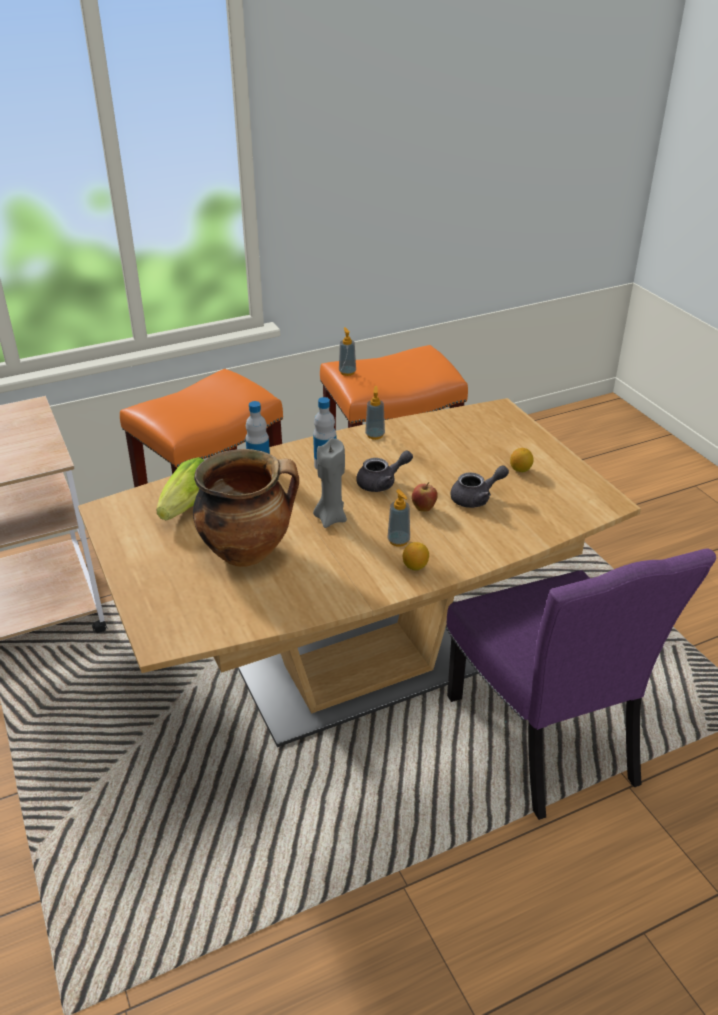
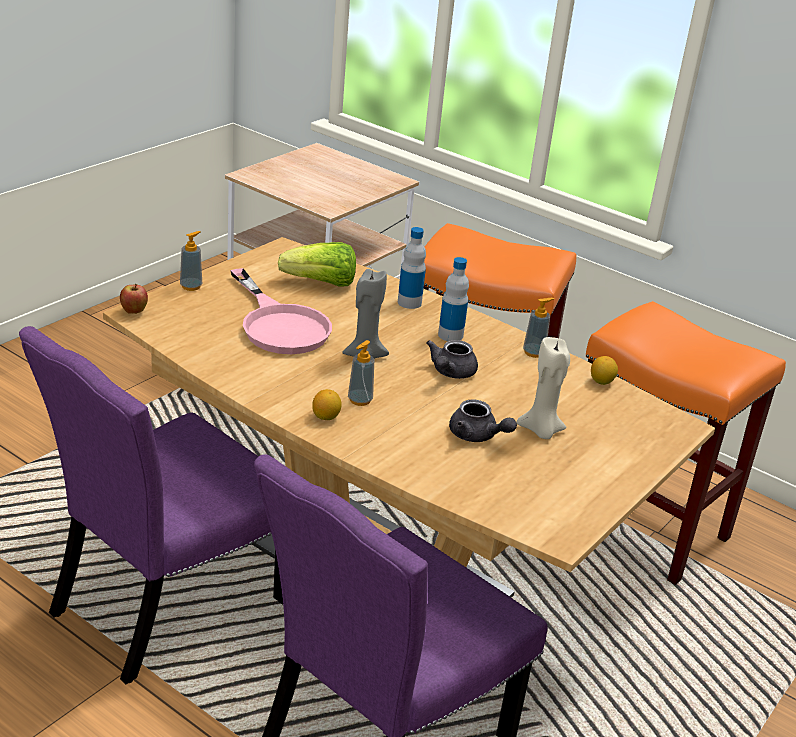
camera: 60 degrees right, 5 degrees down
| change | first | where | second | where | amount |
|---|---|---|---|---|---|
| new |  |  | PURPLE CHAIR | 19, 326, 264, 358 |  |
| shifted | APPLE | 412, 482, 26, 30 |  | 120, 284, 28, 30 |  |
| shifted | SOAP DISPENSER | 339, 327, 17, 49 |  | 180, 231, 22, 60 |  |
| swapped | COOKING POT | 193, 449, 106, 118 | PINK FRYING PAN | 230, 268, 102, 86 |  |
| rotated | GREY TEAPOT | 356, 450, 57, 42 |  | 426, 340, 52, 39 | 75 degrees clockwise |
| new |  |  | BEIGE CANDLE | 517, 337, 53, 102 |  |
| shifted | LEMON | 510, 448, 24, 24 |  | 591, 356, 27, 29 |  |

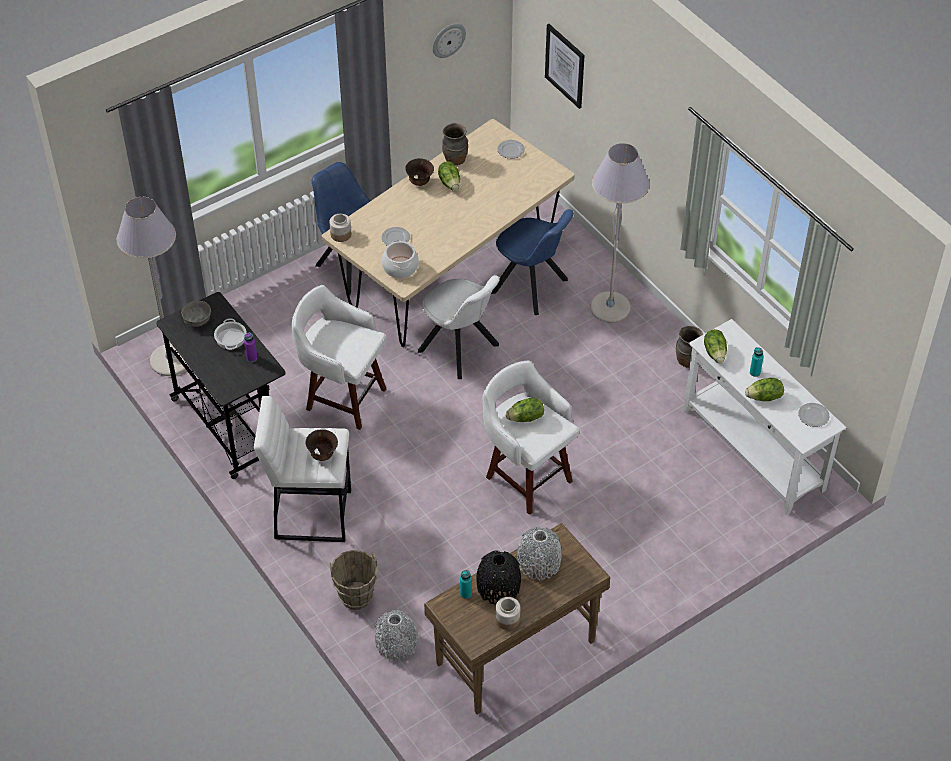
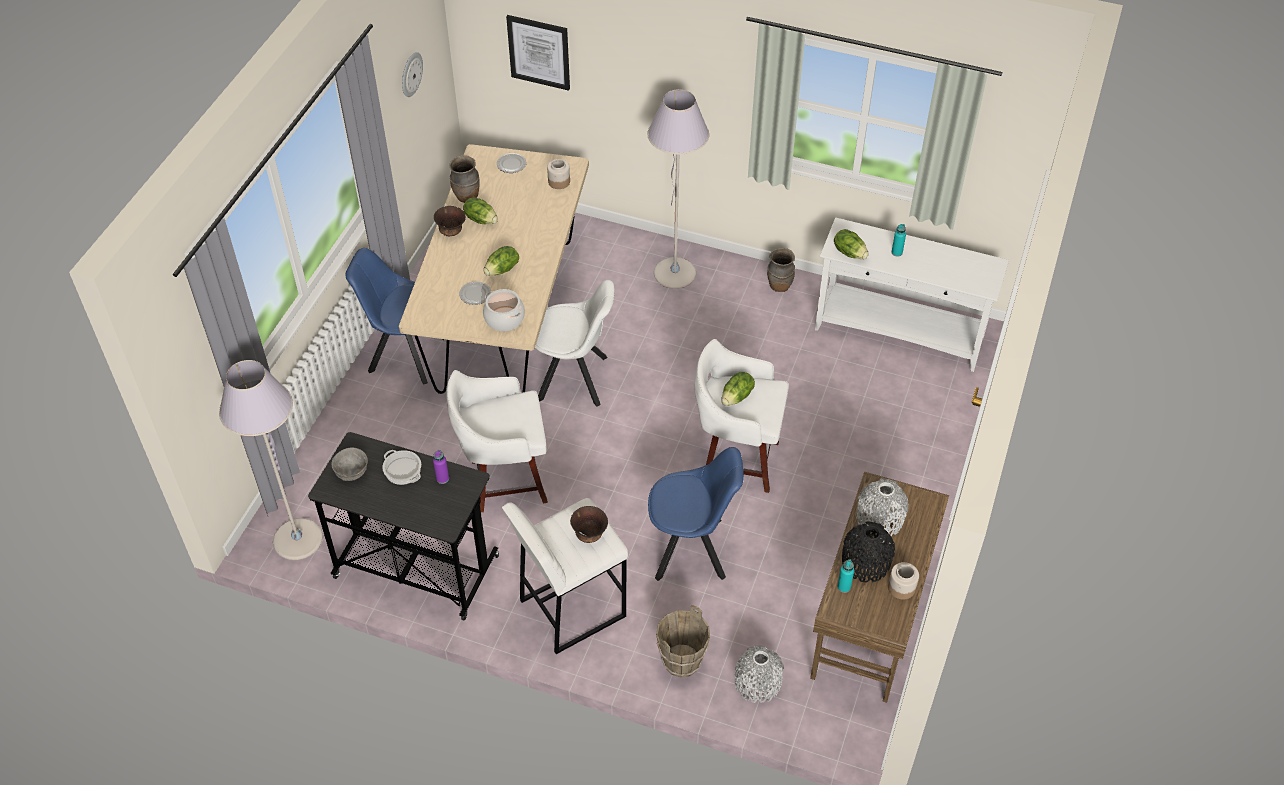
camera: 35 degrees left, 0 degrees up
| change | first | where | second | where | amount |
|---|---|---|---|---|---|
| shifted | LETTUCE | 745, 378, 39, 23 |  | 483, 246, 36, 30 |  |
| shifted | JAR | 330, 214, 21, 28 |  | 547, 159, 23, 30 |  |
| shifted | BLUE CHAIR | 491, 209, 83, 106 |  | 648, 447, 96, 134 |  |
| gone | PLATE | 798, 403, 32, 24 |  |  |  |

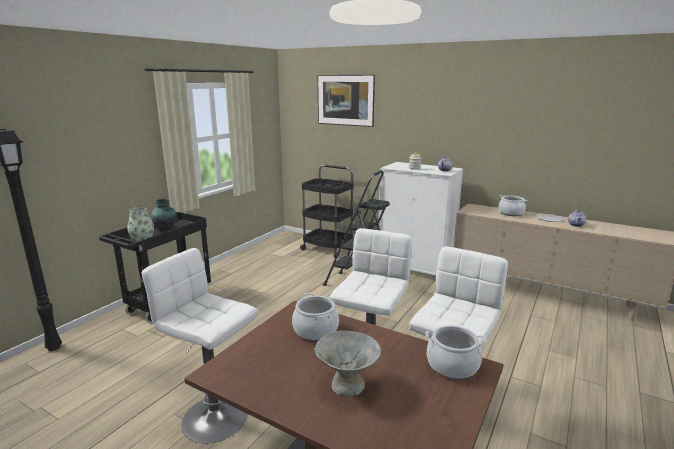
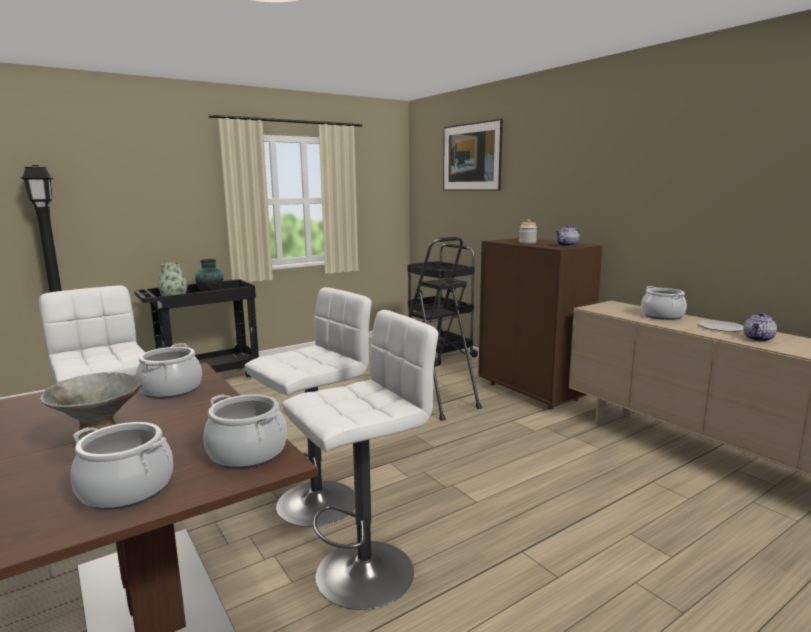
camera: 25 degrees right, 5 degrees down
| change | first | where | second | where | amount |
|---|---|---|---|---|---|
| new |  |  | COOKING POT | 71, 422, 102, 88 |  |
| repainted | WHITE CABINET | 378, 162, 85, 117 | BROWN CABINET | 478, 238, 125, 172 |  |

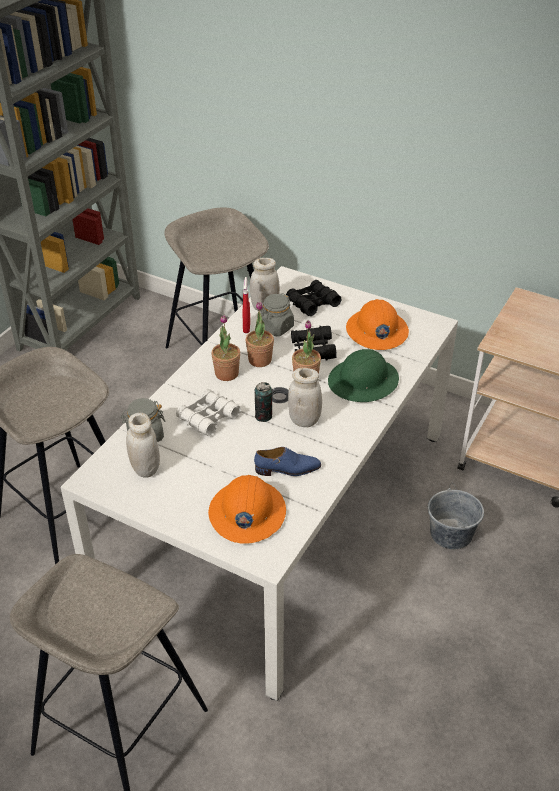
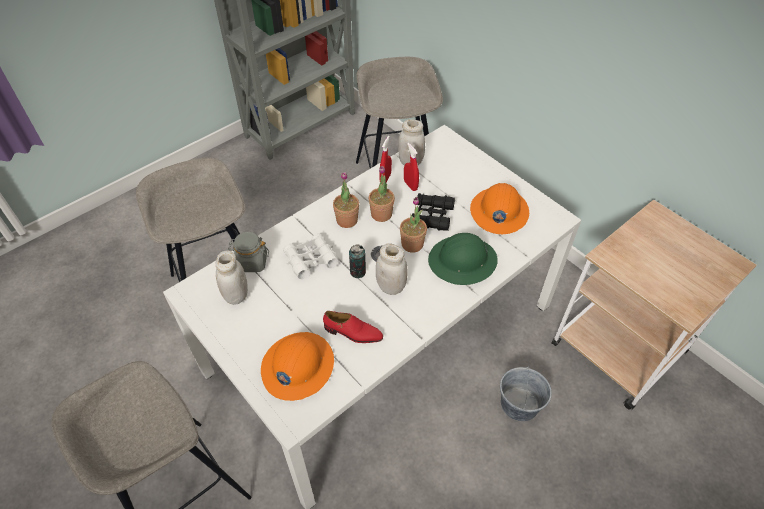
camera: 20 degrees right, 10 degrees up
| change | first | where | second | where | amount |
|---|---|---|---|---|---|
| repainted | BLUE SHOE | 254, 447, 67, 29 | RED SHOE | 323, 311, 60, 32 |  |
| swapped | GREY JAR | 261, 293, 33, 43 | RED SPRAY BOTTLE | 404, 143, 15, 48 |  |
| gone | BLACK BINOCULARS | 286, 280, 56, 36 |  |  |  |

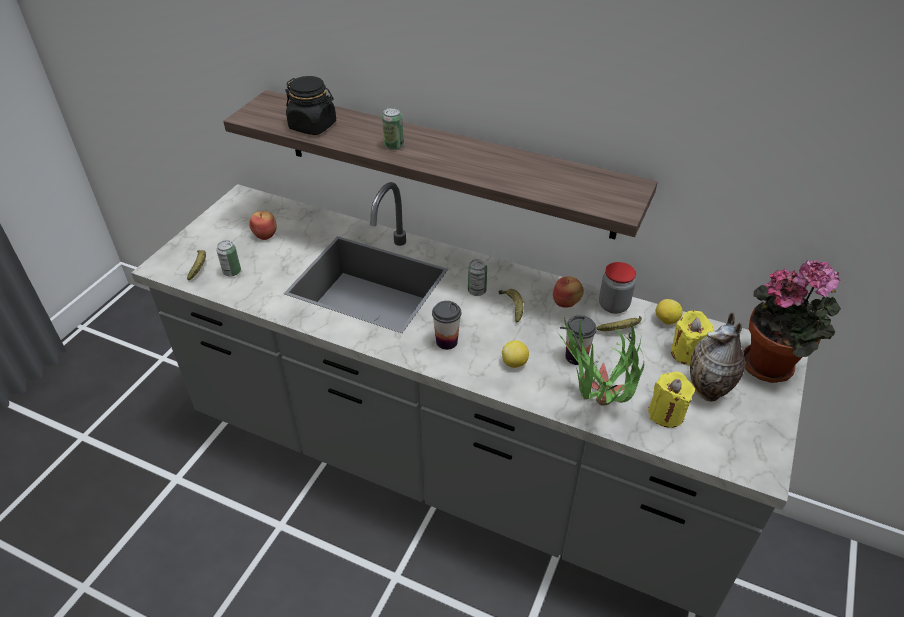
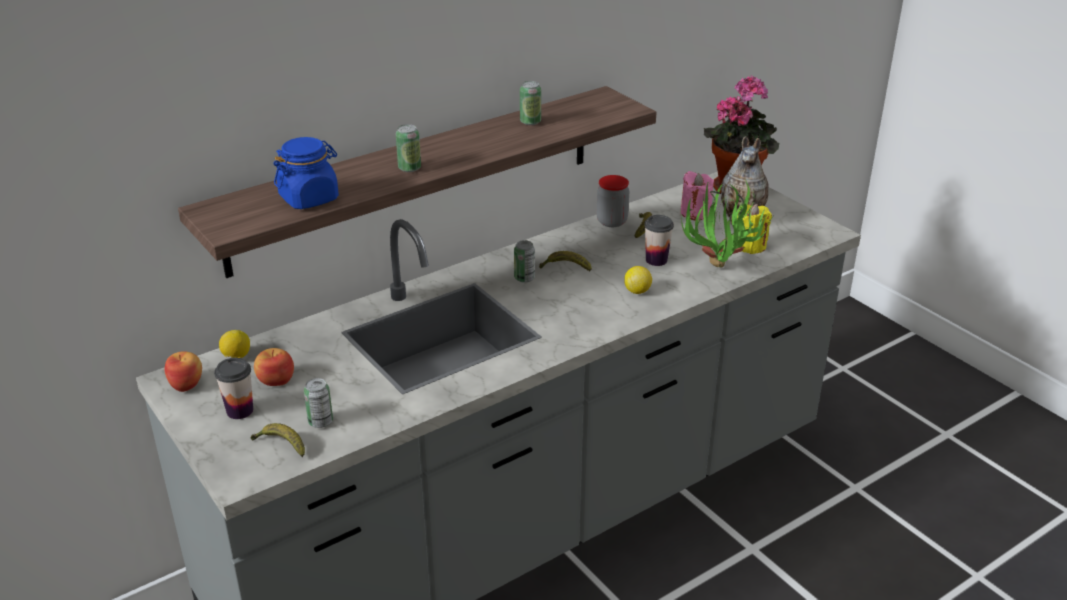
camera: 60 degrees left, 10 degrees down
| change | first | where | second | where | amount |
|---|---|---|---|---|---|
| shifted | APPLE | 553, 276, 31, 32 |  | 165, 351, 37, 41 |  |
| shifted | CUP | 432, 301, 29, 49 |  | 214, 358, 39, 61 |  |
| shifted | LEMON | 656, 299, 26, 26 |  | 219, 330, 31, 28 |  |
| repainted | BLACK JAR | 285, 76, 51, 59 | BLUE JAR | 273, 137, 66, 72 |  |
| new |  |  | CAN | 520, 81, 21, 44 |  |
| repainted | YELLOW CANDLE | 671, 310, 43, 55 | PINK CANDLE | 681, 171, 33, 49 |  |

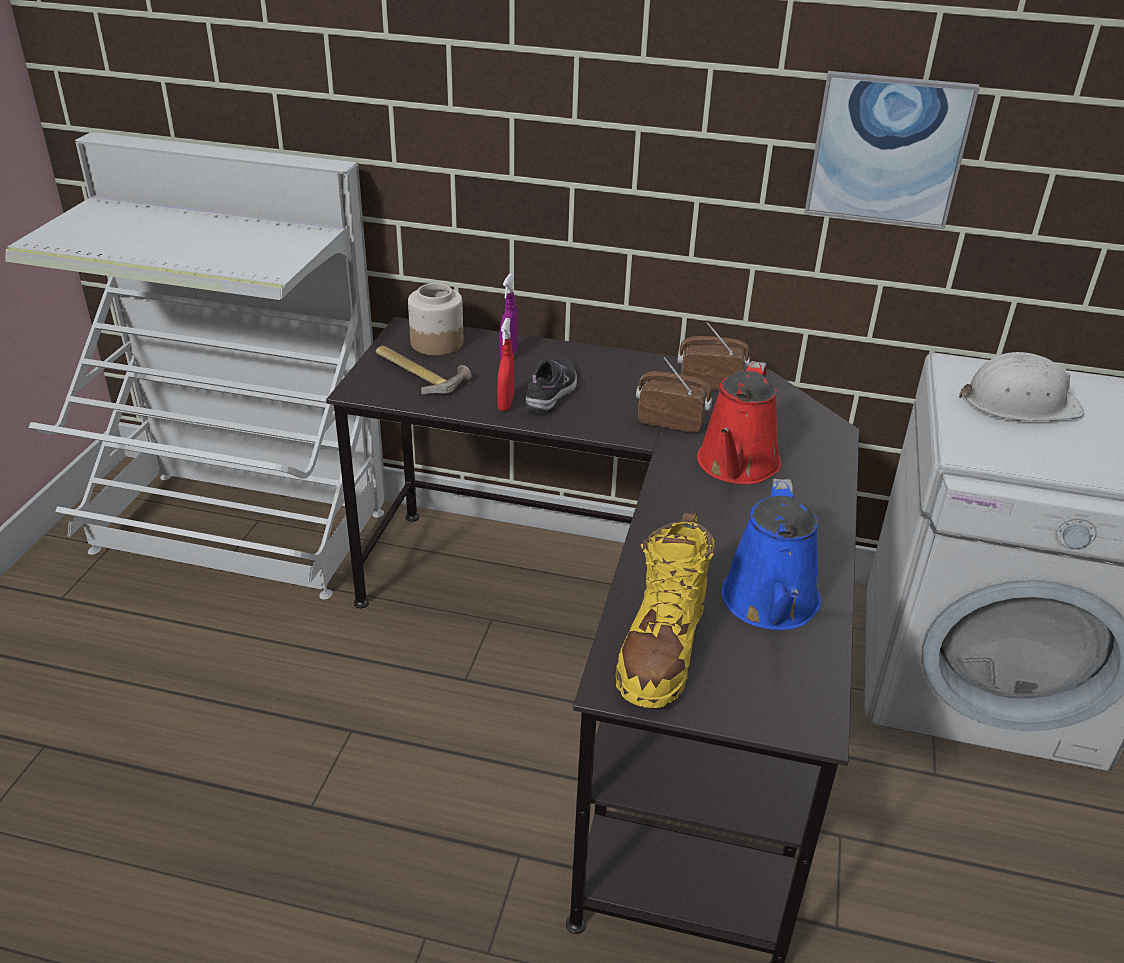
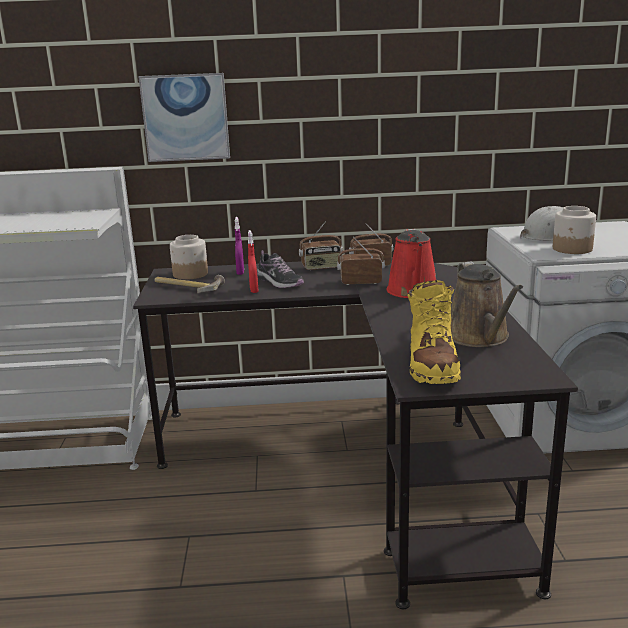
camera: 15 degrees left, 15 degrees down
| change | first | where | second | where | amount |
|---|---|---|---|---|---|
| shifted | PICTURE | 804, 71, 176, 158 |  | 138, 73, 92, 89 |  |
| rotated | SHOE | 525, 358, 52, 55 |  | 257, 250, 47, 38 | 135 degrees clockwise |
| new |  |  | RADIO | 299, 221, 44, 49 |  |
| repainted | BLUE WATERING CAN | 721, 479, 100, 151 | BROWN WATERING CAN | 451, 261, 72, 86 |  |
| new |  |  | JAR | 553, 206, 43, 48 |  |

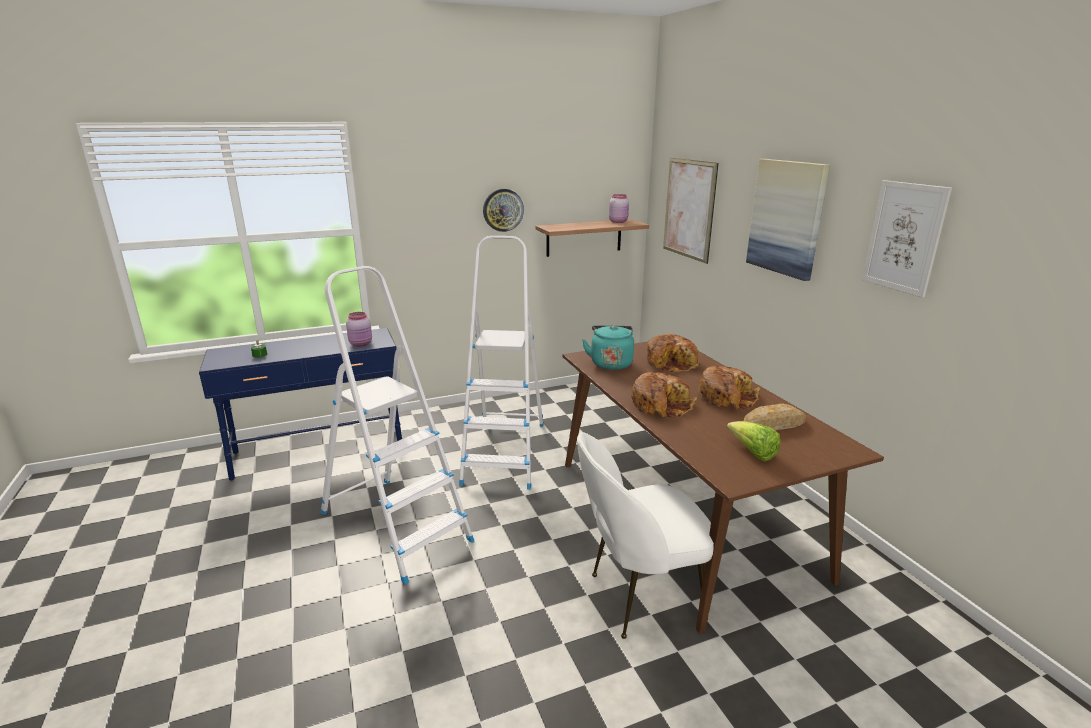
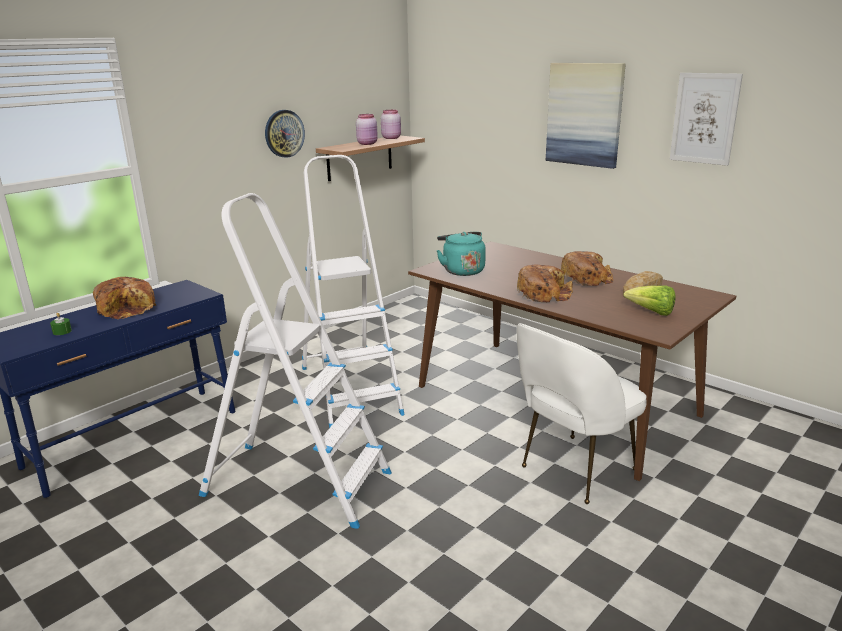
camera: 25 degrees left, 0 degrees up
| change | first | where | second | where | amount |
|---|---|---|---|---|---|
| shifted | BREAD | 647, 334, 54, 38 |  | 93, 277, 63, 42 |  |
| shifted | PINK JAR | 346, 312, 26, 35 |  | 356, 114, 22, 31 |  |
| gone | PICTURE | 663, 158, 56, 106 |  |  |  |

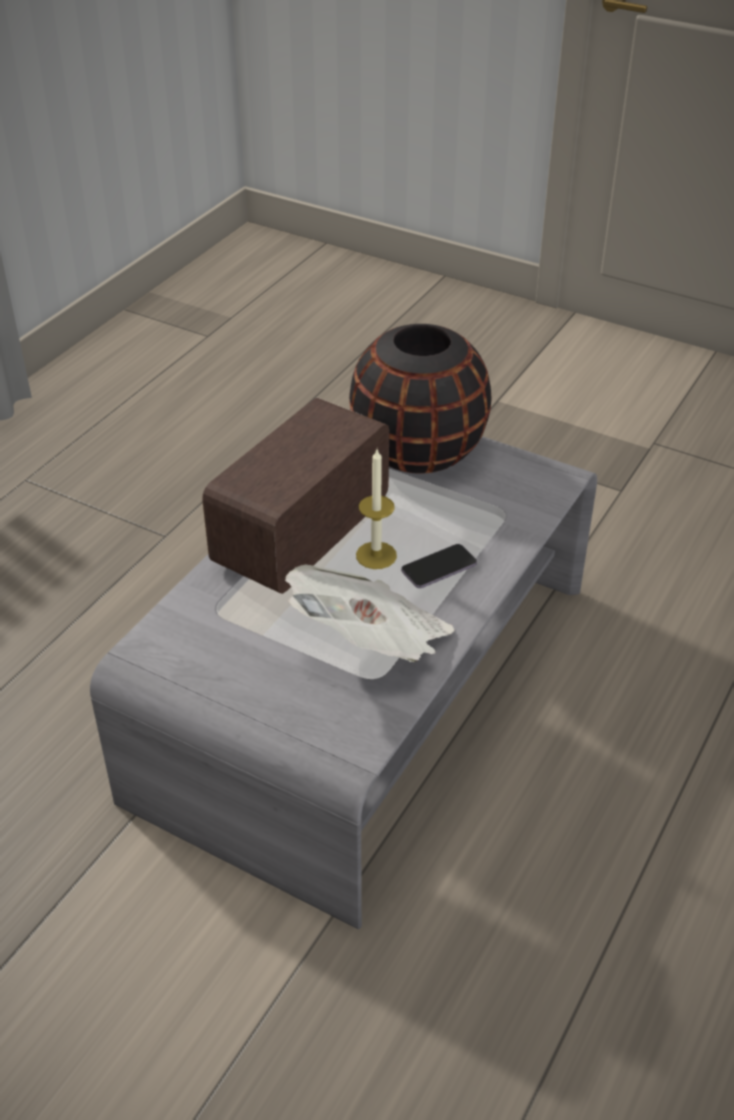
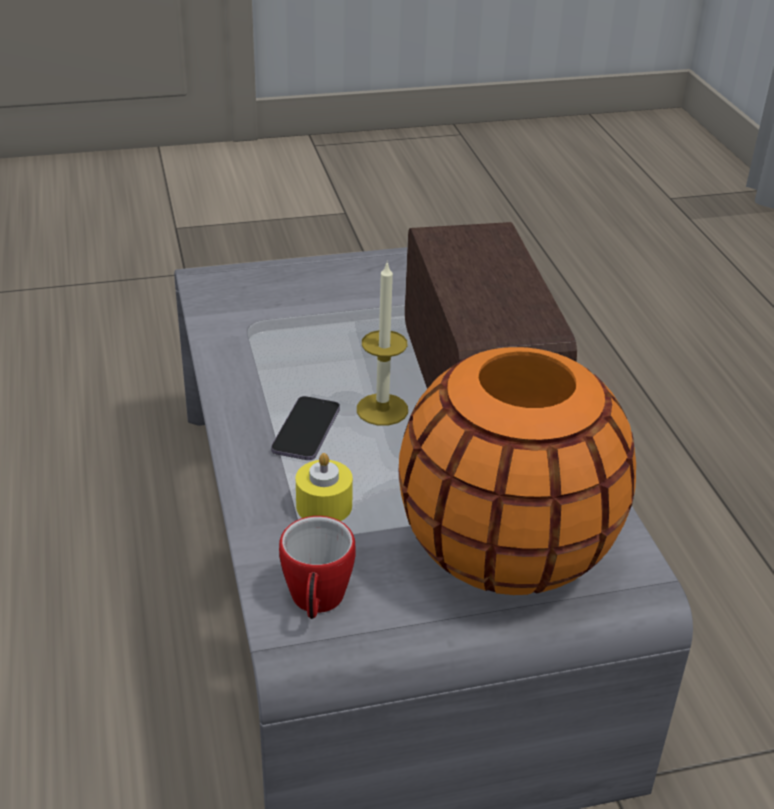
camera: 135 degrees right, 5 degrees down
| change | first | where | second | where | amount |
|---|---|---|---|---|---|
| new |  |  | MUG | 279, 516, 77, 103 |  |
| new |  |  | YELLOW CANDLE | 296, 453, 57, 68 |  |
| repainted | BLACK VASE | 349, 324, 142, 150 | ORANGE VASE | 399, 347, 237, 248 |  |
| gone | NEWSPAPER | 285, 564, 169, 98 |  |  |  |

